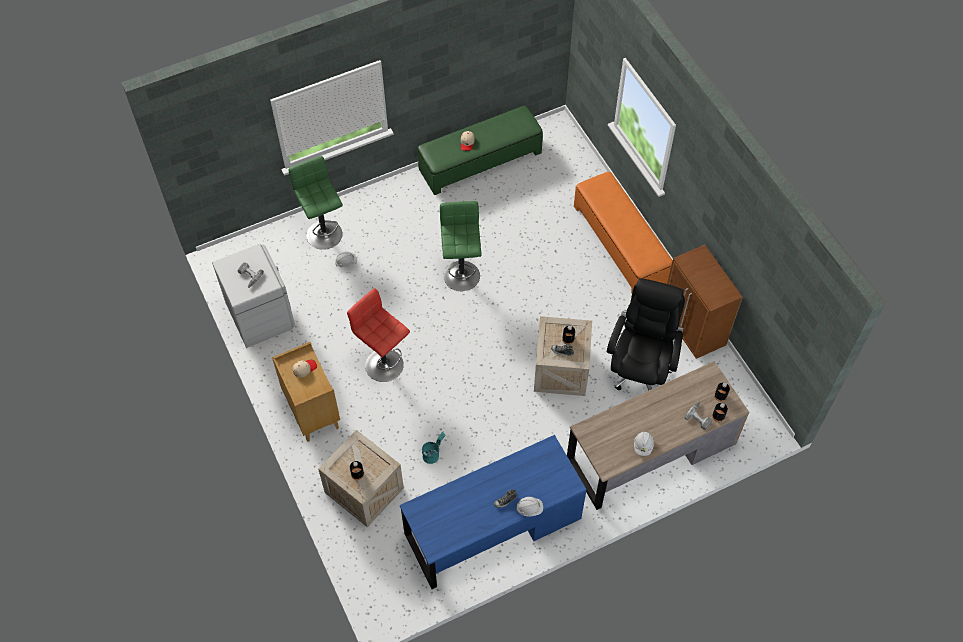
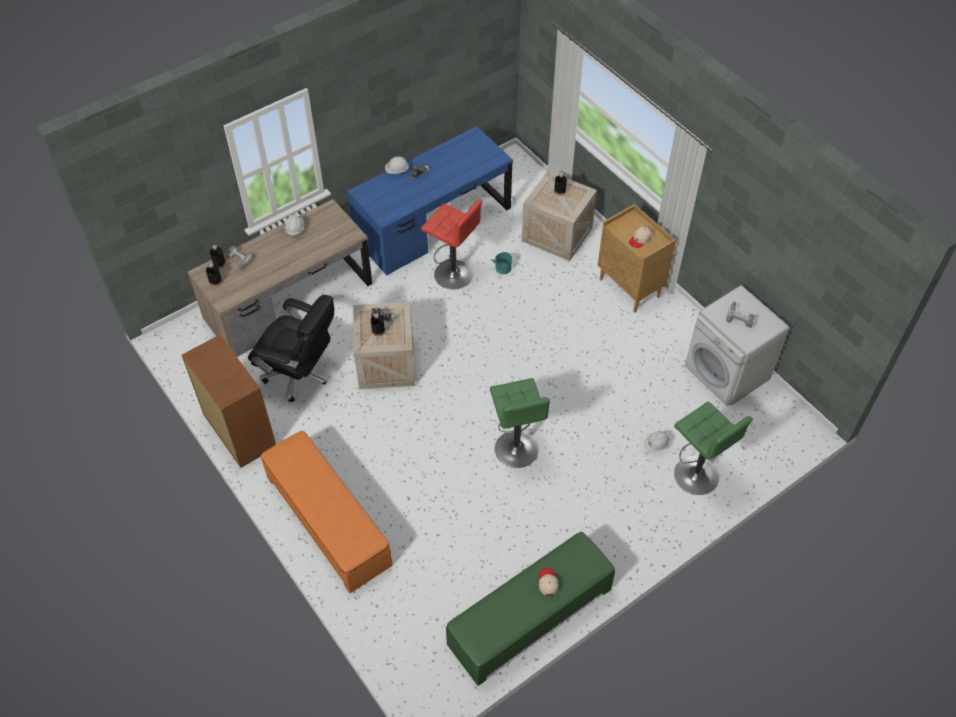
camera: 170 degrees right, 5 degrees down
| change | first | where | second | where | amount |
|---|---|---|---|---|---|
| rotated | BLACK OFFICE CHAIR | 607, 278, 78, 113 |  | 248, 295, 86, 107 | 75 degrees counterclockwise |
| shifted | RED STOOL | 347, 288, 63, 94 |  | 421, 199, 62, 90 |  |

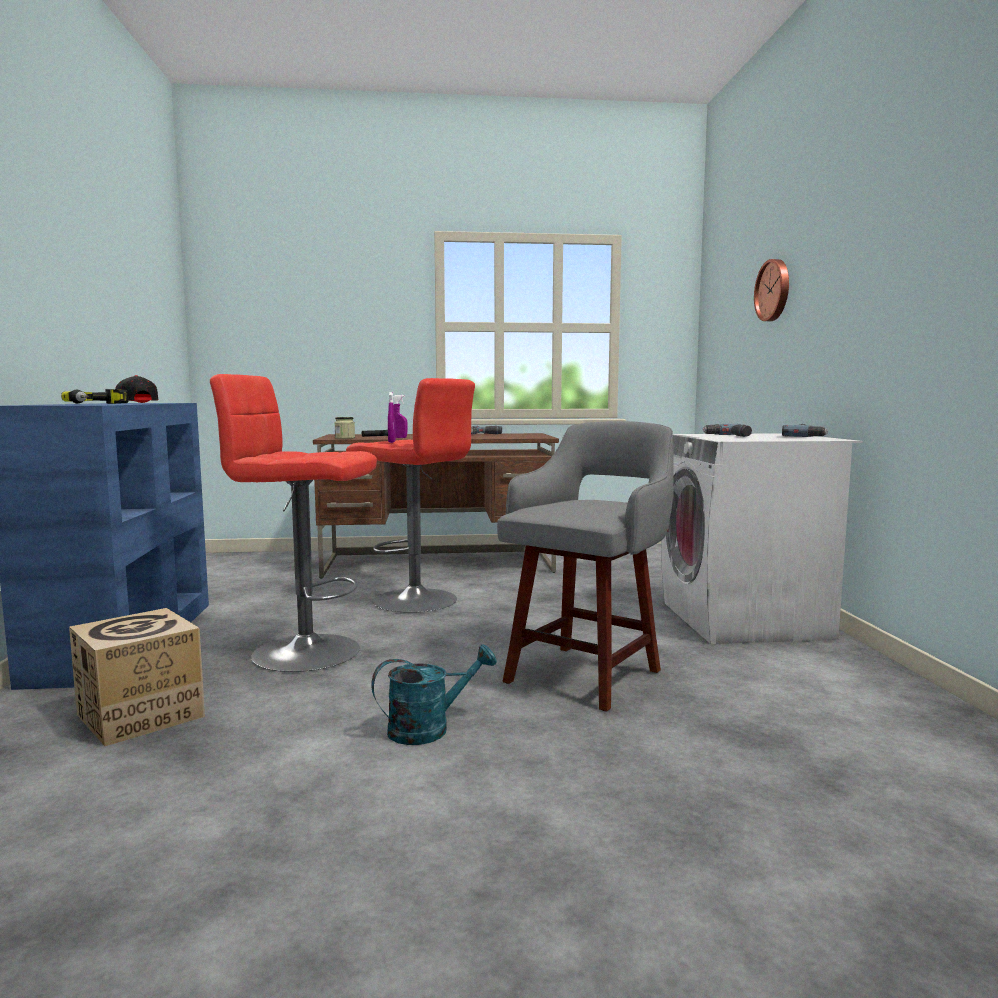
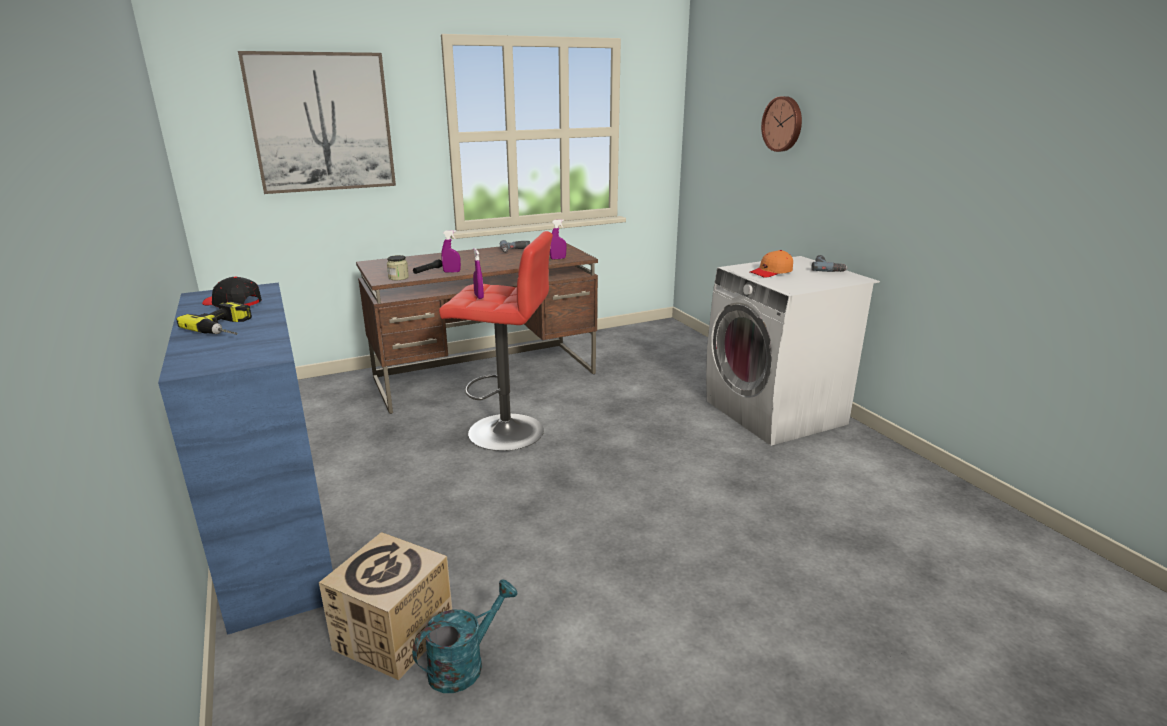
camera: 20 degrees left, 15 degrees up
| change | first | where | second | where | amount |
|---|---|---|---|---|---|
| new |  |  | PICTURE | 238, 51, 158, 143 |  |
| shifted | TURQUOISE WATERING CAN | 371, 644, 126, 101 |  | 412, 579, 106, 114 |  |
| new |  |  | PURPLE SPRAY BOTTLE | 550, 219, 16, 40 |  |
| swapped | POWER DRILL | 703, 424, 49, 13 | ORANGE CAP | 749, 250, 44, 28 |  |
| gone | RED STOOL | 210, 374, 167, 298 |  |  |  |
| gone | GREY STOOL | 497, 421, 177, 290 |  |  |  |

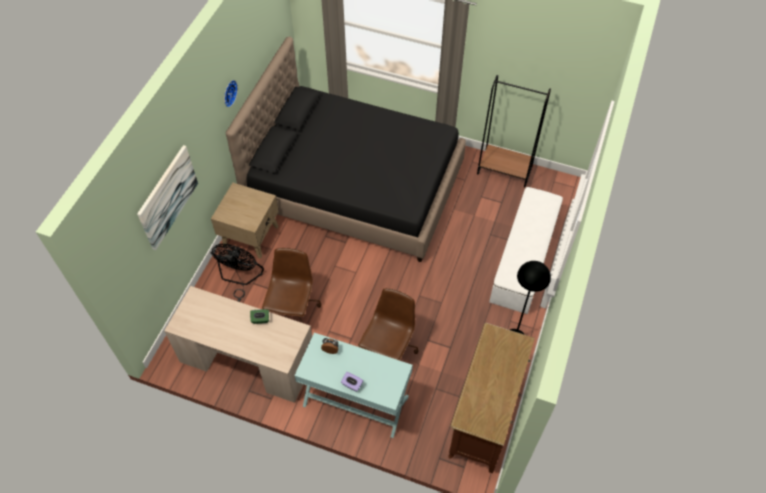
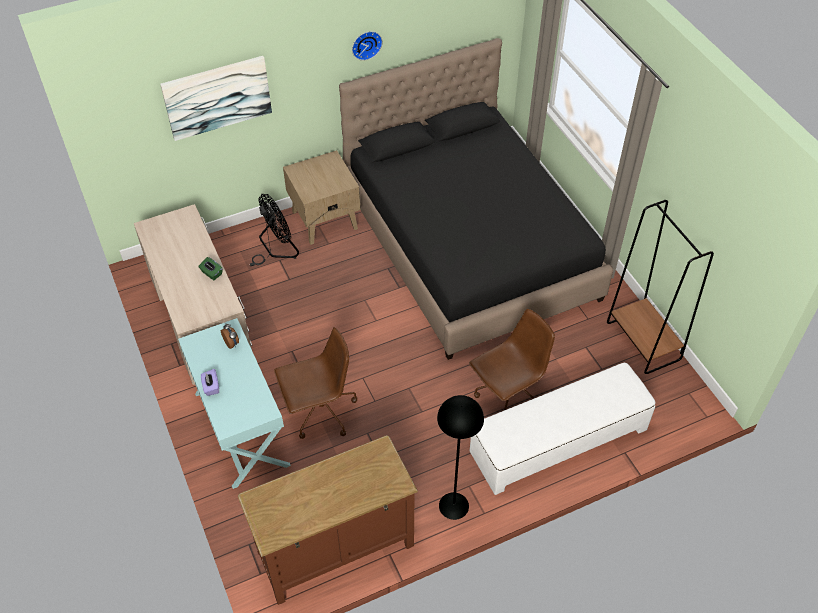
camera: 45 degrees right, 5 degrees down
| change | first | where | second | where | amount |
|---|---|---|---|---|---|
| shifted | BROWN OFFICE CHAIR | 262, 248, 59, 75 |  | 469, 309, 86, 101 |  |

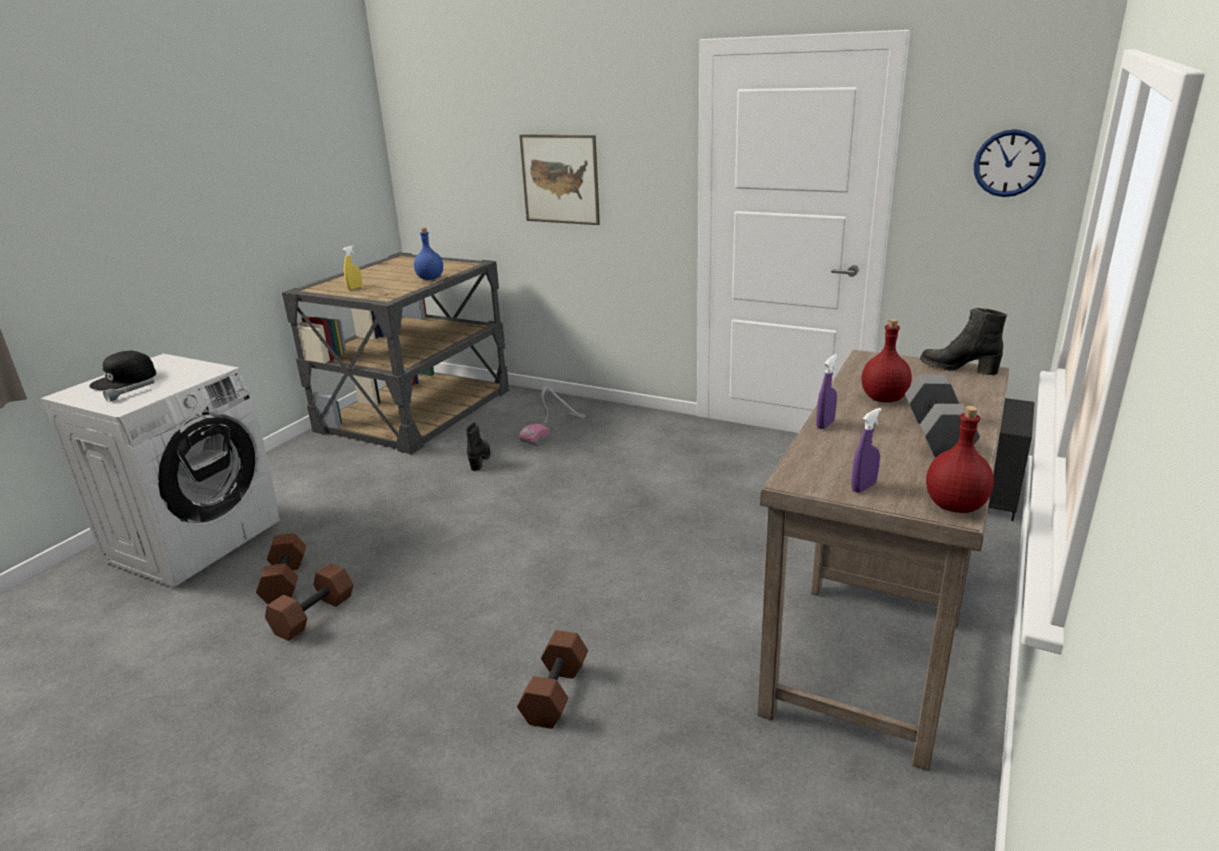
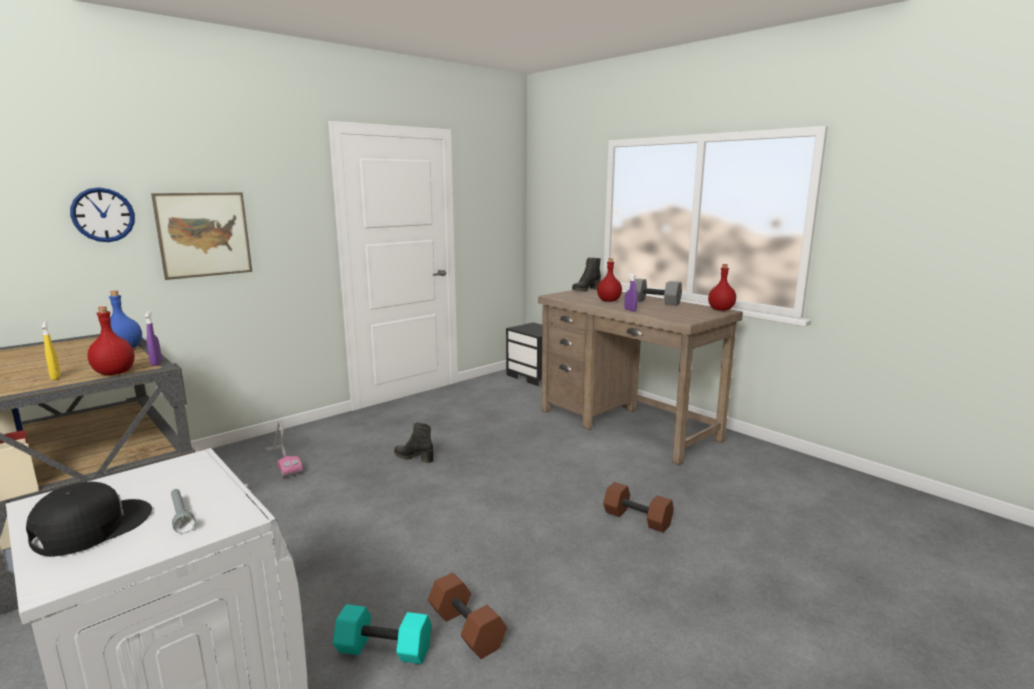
camera: 70 degrees left, 10 degrees down
| change | first | where | second | where | amount |
|---|---|---|---|---|---|
| rotated | BLACK CAP | 89, 351, 67, 39 |  | 26, 482, 126, 75 | 120 degrees counterclockwise |
| shifted | WALL CLOCK | 974, 129, 72, 68 |  | 70, 187, 65, 55 |  |
| new |  |  | RED BOTTLE | 87, 306, 48, 69 |  |
| shifted | PURPLE SPRAY BOTTLE | 851, 408, 31, 85 |  | 145, 311, 17, 55 |  |
| repainted | BROWN DUMBBELL | 256, 533, 50, 71 | TURQUOISE DUMBBELL | 333, 604, 99, 60 |  |
| shifted | BLACK BOOT | 466, 422, 25, 49 |  | 394, 423, 40, 40 |  |

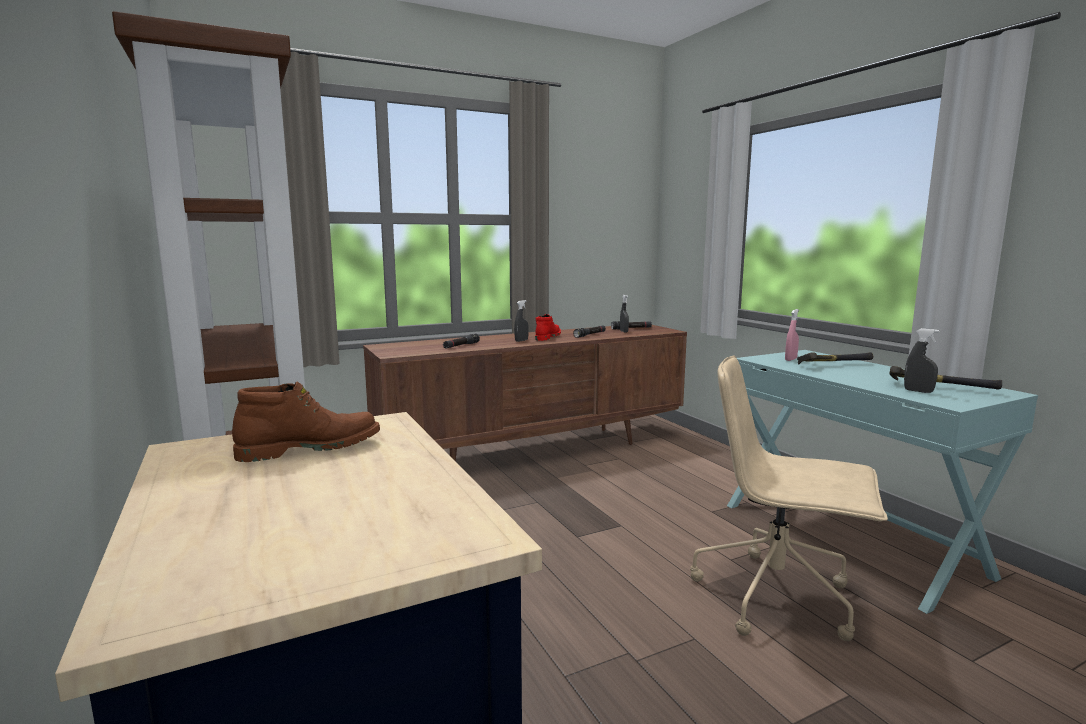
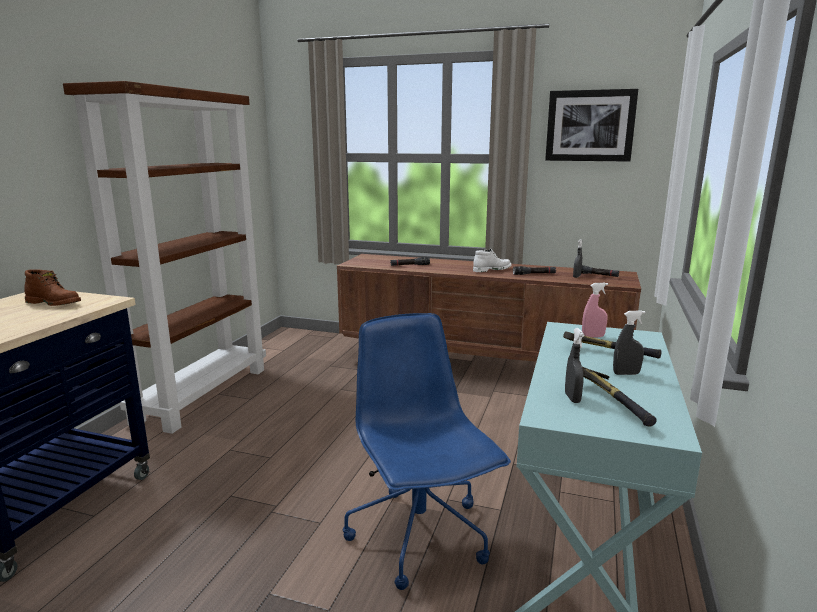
camera: 45 degrees right, 5 degrees up
| change | first | where | second | where | amount |
|---|---|---|---|---|---|
| repainted | BEIGE OFFICE CHAIR | 690, 355, 198, 286 | BLUE OFFICE CHAIR | 343, 313, 168, 277 |  |
| repainted | RED BOOT | 535, 314, 26, 27 | WHITE BOOT | 473, 249, 39, 23 |  |
| new |  |  | PICTURE | 545, 89, 93, 73 |  |
| shifted | GREY SPRAY BOTTLE | 514, 300, 15, 42 |  | 613, 310, 33, 65 |  |

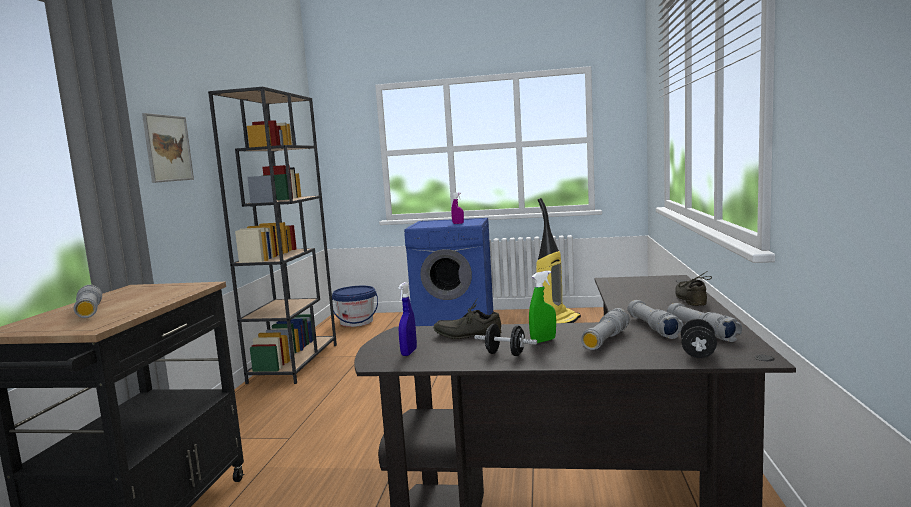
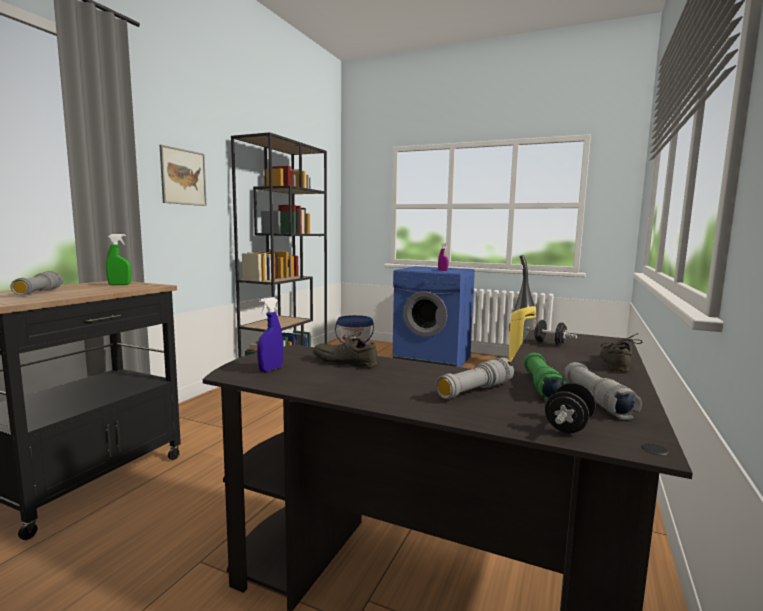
camera: 15 degrees right, 0 degrees up
| change | first | where | second | where | amount |
|---|---|---|---|---|---|
| shifted | GREEN SPRAY BOTTLE | 529, 271, 27, 72 |  | 106, 234, 25, 51 |  |
| repainted | GREY FLASHLIGHT | 628, 300, 55, 39 | GREEN FLASHLIGHT | 524, 353, 43, 48 |  |
| shifted | BLACK DUMBBELL | 474, 324, 63, 32 |  | 526, 320, 51, 26 |  |

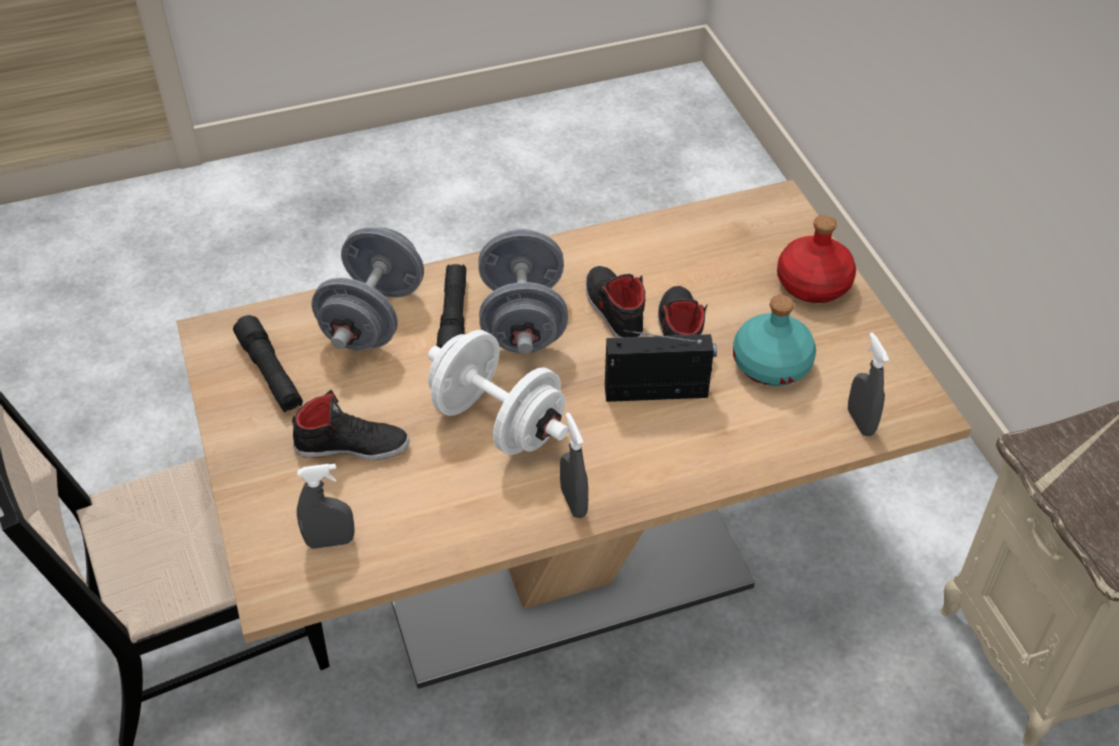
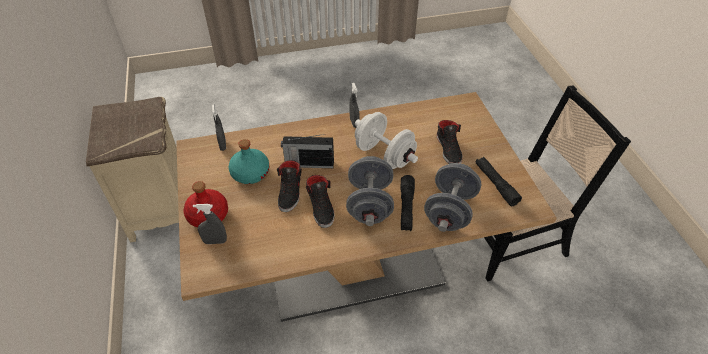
camera: 175 degrees left, 0 degrees up
| change | first | where | second | where | amount |
|---|---|---|---|---|---|
| shifted | GREY SPRAY BOTTLE | 297, 464, 57, 85 |  | 193, 204, 34, 40 |  |
| rotated | BLACK SHOE | 292, 390, 117, 70 |  | 437, 120, 26, 44 | 105 degrees counterclockwise |

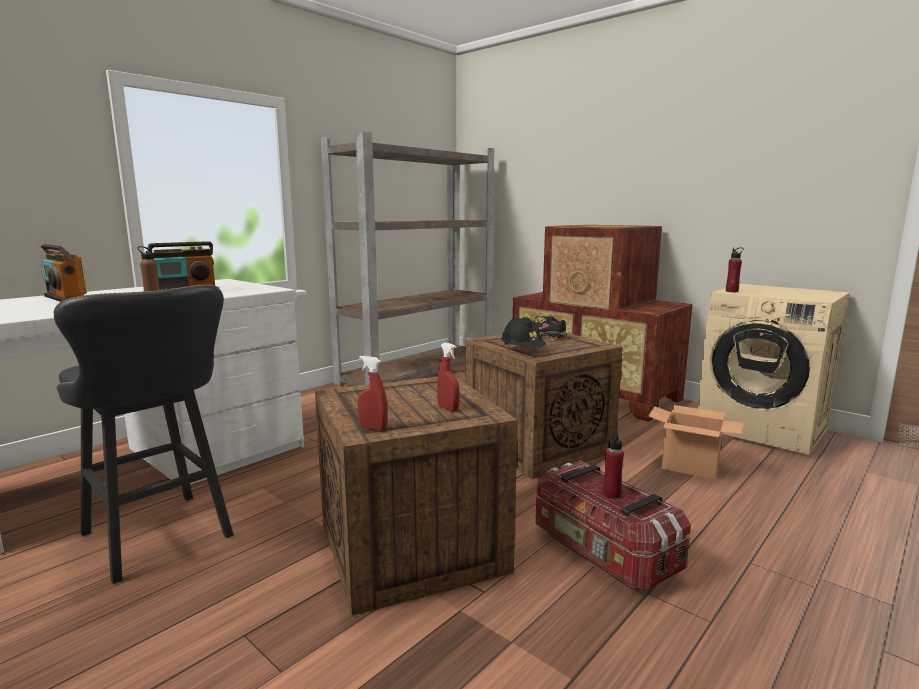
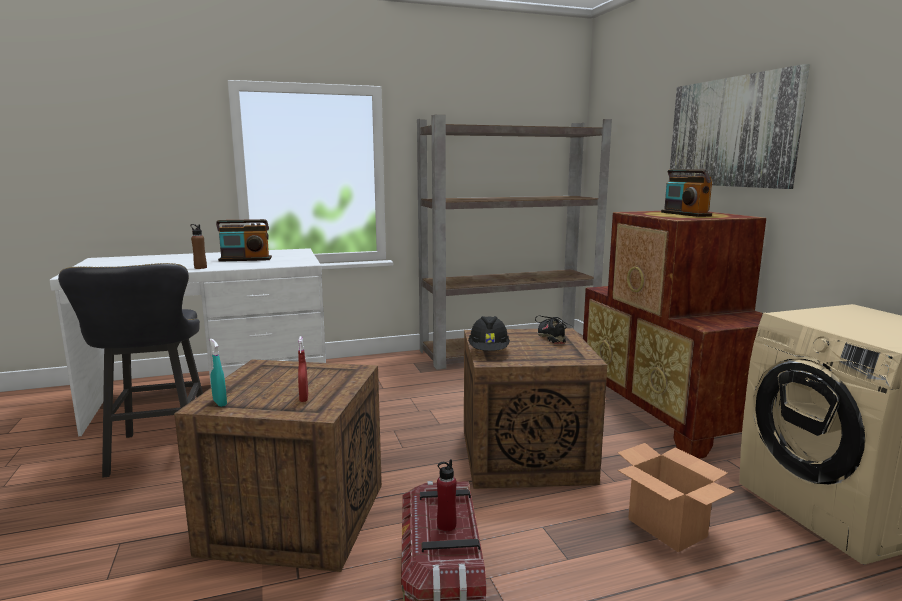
camera: 30 degrees right, 0 degrees up
| change | first | where | second | where | amount |
|---|---|---|---|---|---|
| repainted | RED SPRAY BOTTLE | 358, 356, 30, 75 | TURQUOISE SPRAY BOTTLE | 210, 339, 17, 68 |  |
| shifted | RADIO | 41, 244, 46, 58 |  | 661, 169, 51, 48 |  |
| new |  |  | PICTURE | 669, 64, 141, 125 |  |
| gone | RED BOTTLE | 726, 248, 18, 44 |  |  |  |

